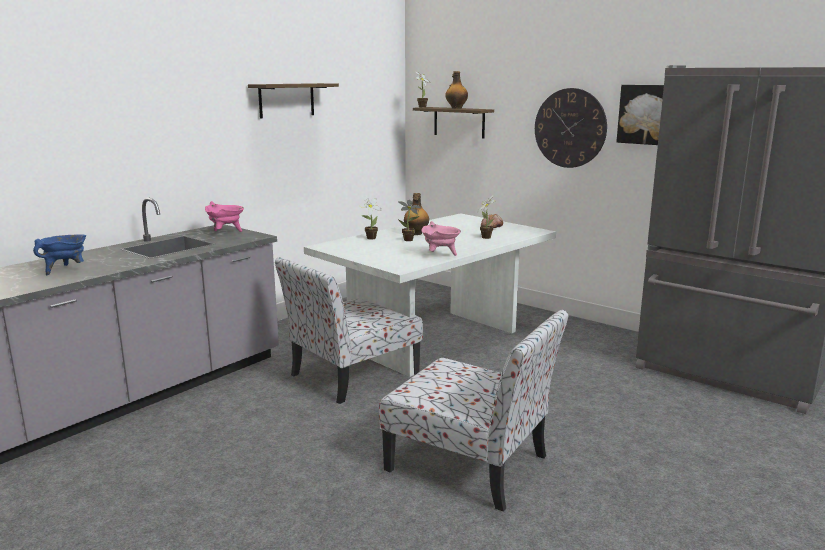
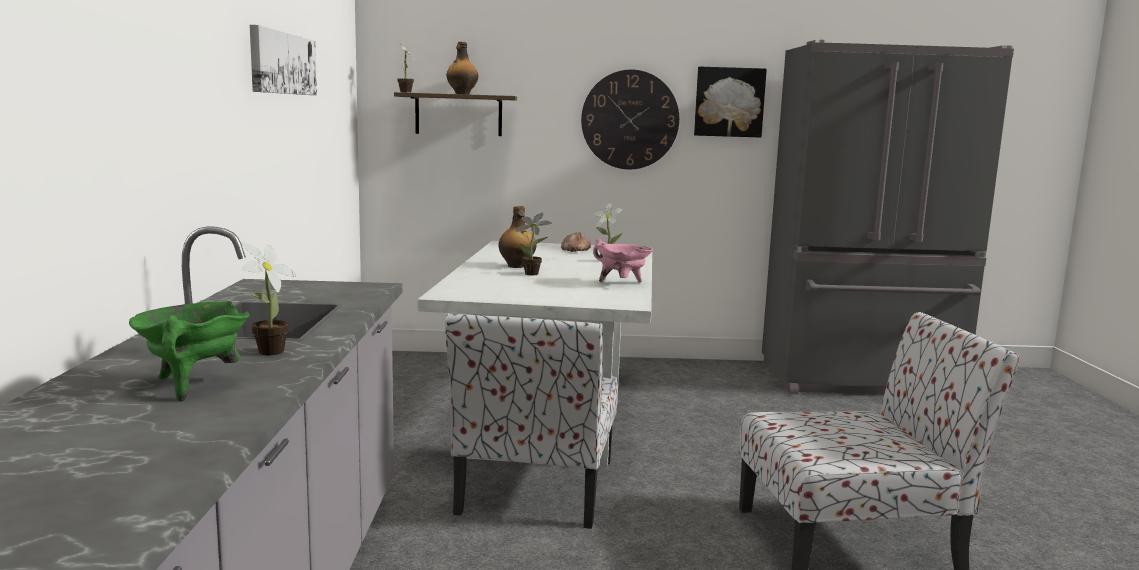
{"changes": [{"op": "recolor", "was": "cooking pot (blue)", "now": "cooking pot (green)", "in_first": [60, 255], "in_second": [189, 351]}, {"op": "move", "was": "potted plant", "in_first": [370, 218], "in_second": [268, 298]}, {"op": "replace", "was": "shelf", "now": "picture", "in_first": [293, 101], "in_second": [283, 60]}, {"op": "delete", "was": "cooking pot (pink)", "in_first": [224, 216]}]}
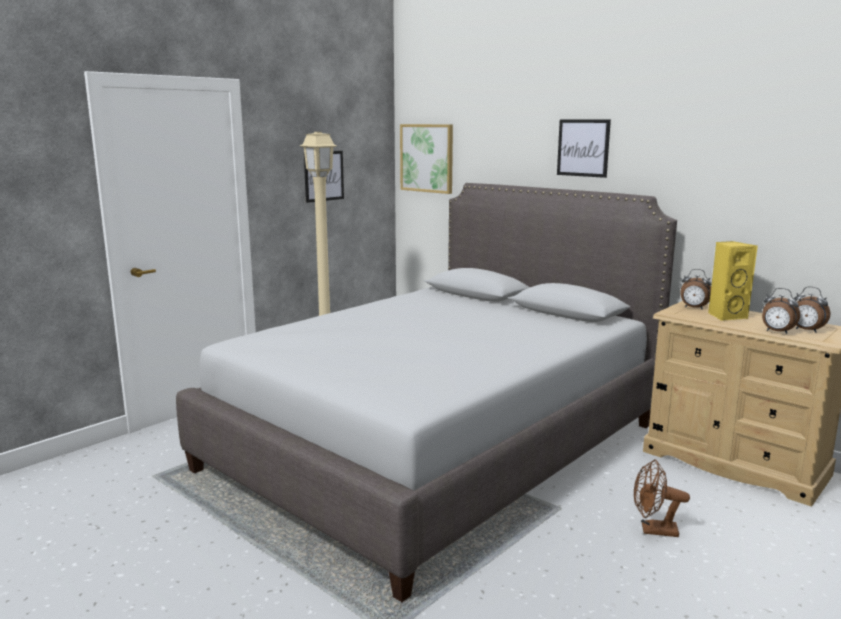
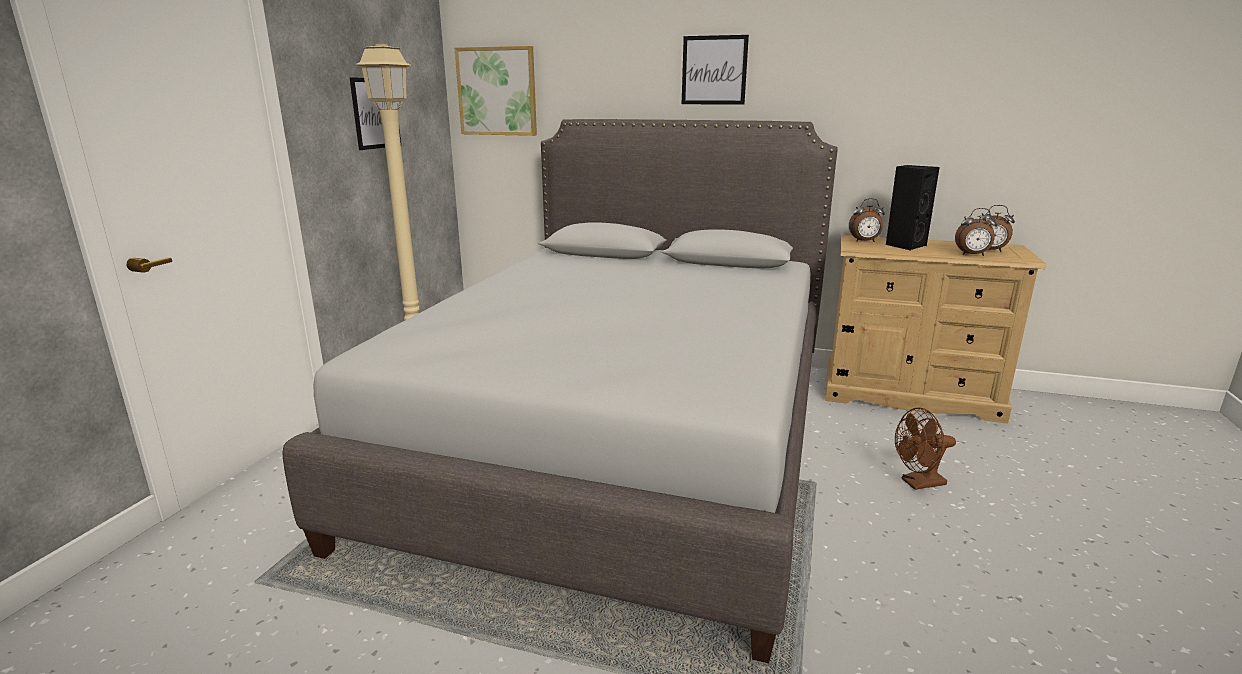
{"changes": [{"op": "recolor", "was": "speaker (yellow)", "now": "speaker (black)", "in_first": [733, 281], "in_second": [913, 208]}]}
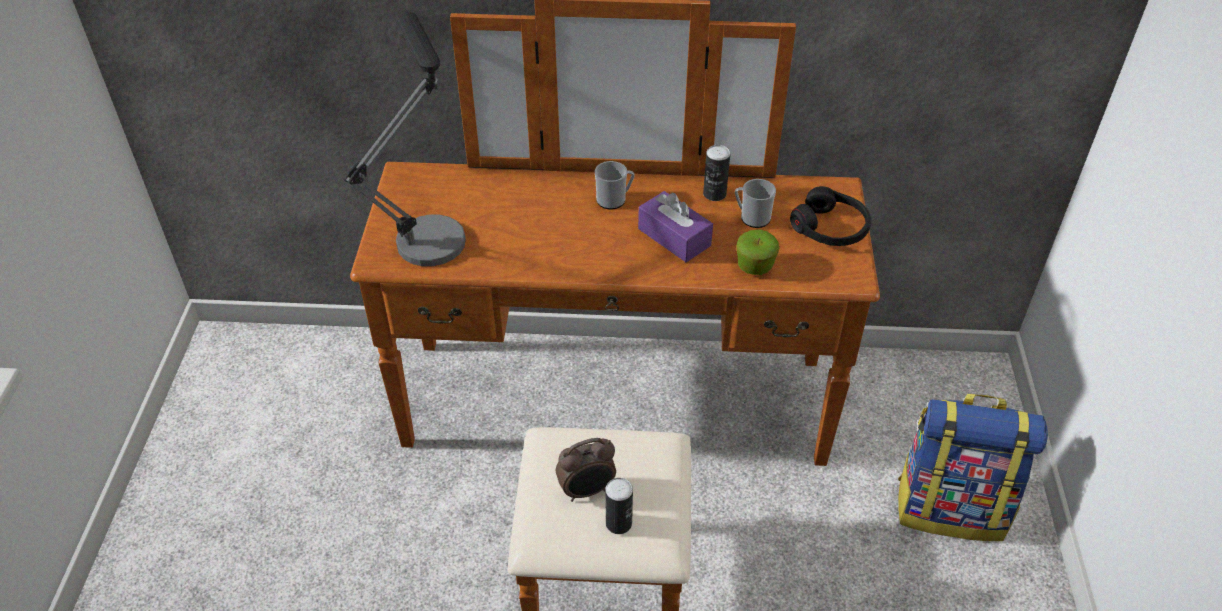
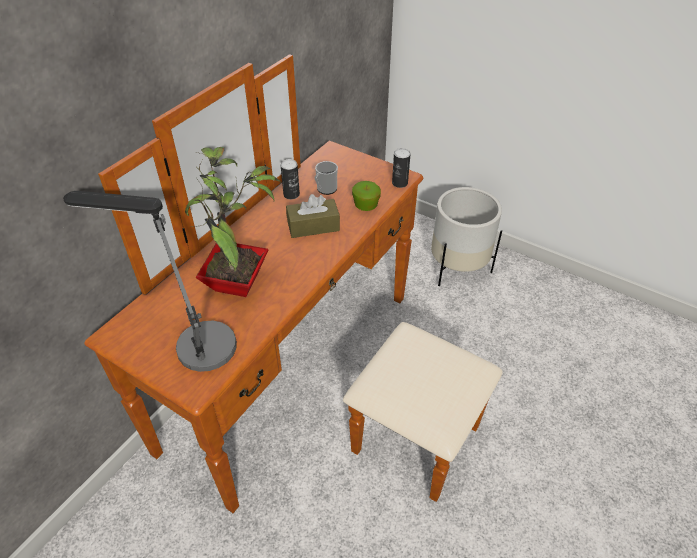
{"changes": [{"op": "insert", "now": "potted plant", "in_second": [232, 222]}, {"op": "recolor", "was": "tissue box (purple)", "now": "tissue box (brown)", "in_first": [675, 226], "in_second": [313, 216]}, {"op": "move", "was": "can", "in_first": [619, 506], "in_second": [401, 168]}, {"op": "replace", "was": "backpack", "now": "planter (white)", "in_first": [973, 467], "in_second": [466, 236]}, {"op": "delete", "was": "alarm clock", "in_first": [586, 470]}, {"op": "delete", "was": "mug", "in_first": [615, 185]}, {"op": "delete", "was": "headphones (black)", "in_first": [830, 216]}]}
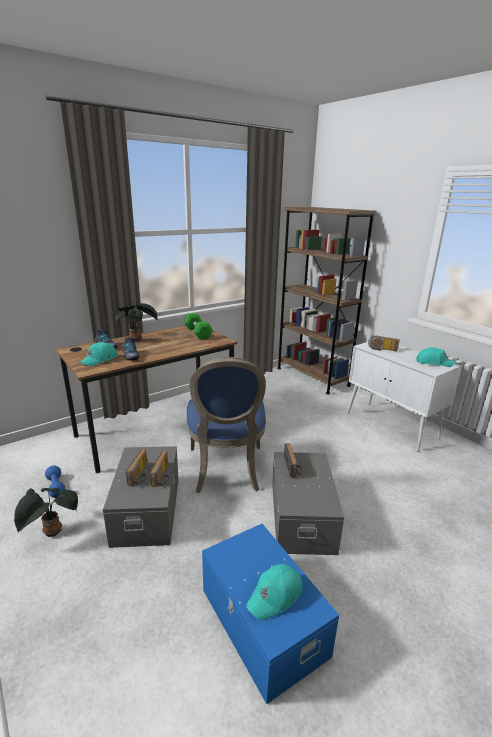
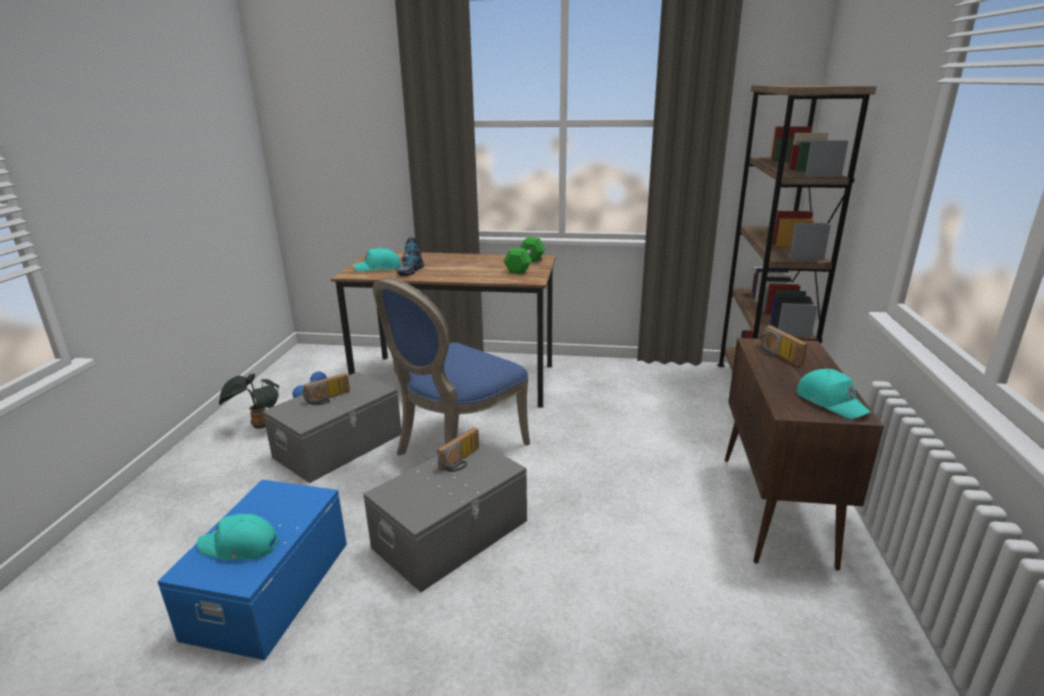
{"changes": [{"op": "recolor", "was": "cabinet (white)", "now": "cabinet (brown)", "in_first": [404, 396], "in_second": [804, 454]}, {"op": "delete", "was": "potted plant", "in_first": [136, 322]}, {"op": "delete", "was": "radio", "in_first": [159, 468]}]}
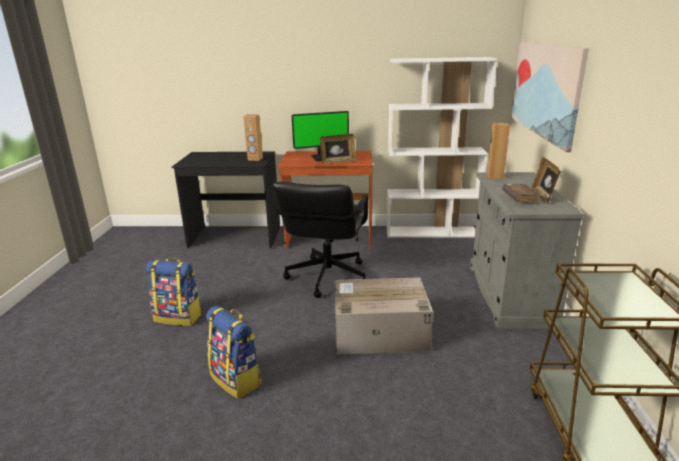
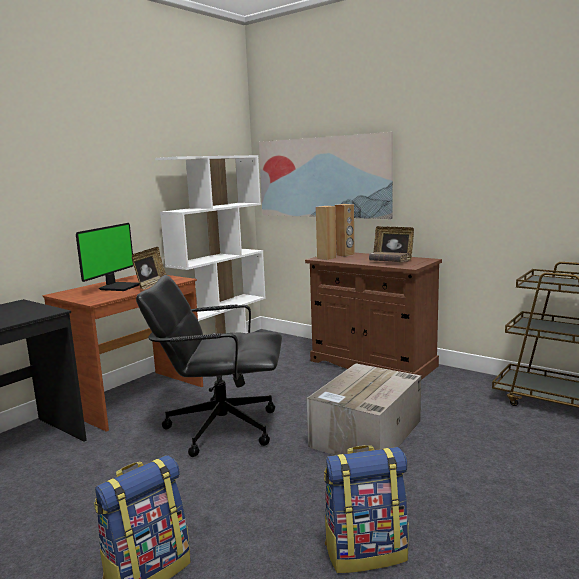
{"changes": [{"op": "rotate", "was": "office chair (black)", "in_first": [320, 240], "in_second": [209, 366], "clockwise": 135}, {"op": "recolor", "was": "cabinet (grey)", "now": "cabinet (brown)", "in_first": [527, 250], "in_second": [373, 316]}, {"op": "move", "was": "speaker (brown)", "in_first": [253, 137], "in_second": [345, 230]}]}
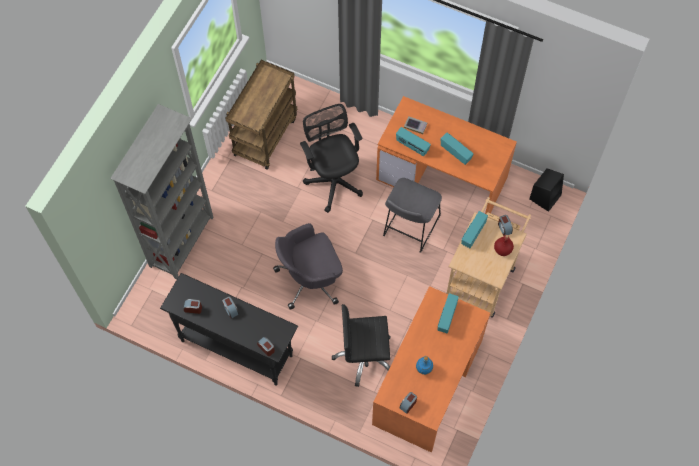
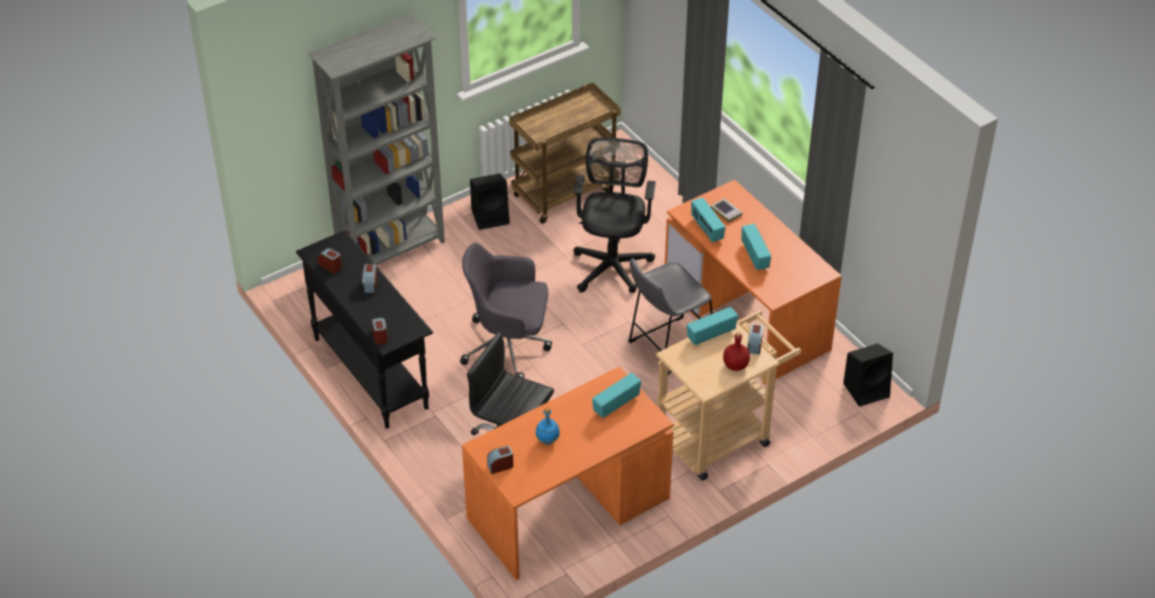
{"changes": [{"op": "insert", "now": "speaker (black)", "in_second": [490, 201]}]}
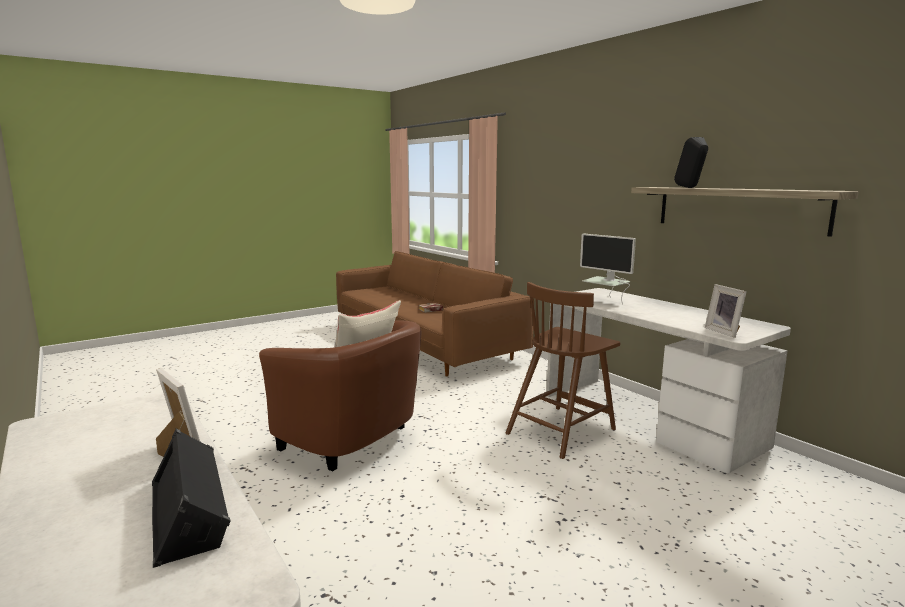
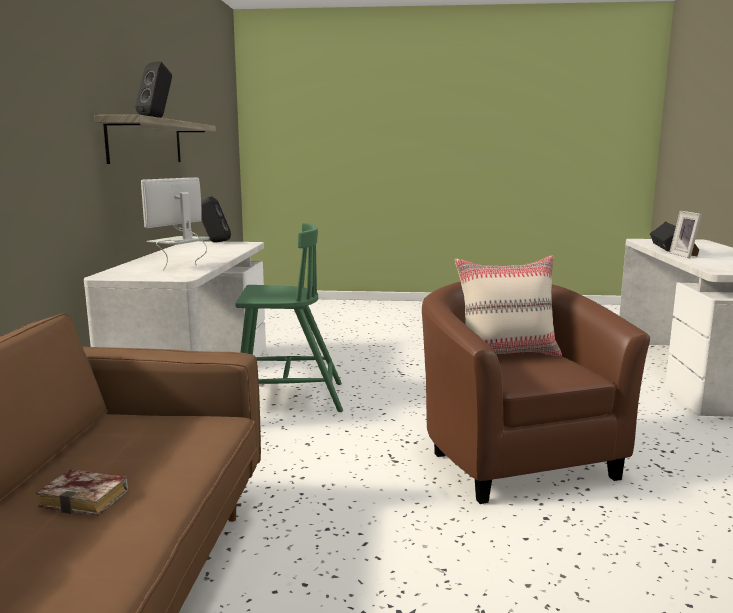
{"changes": [{"op": "rotate", "was": "monitor", "in_first": [608, 269], "in_second": [175, 224], "clockwise": -150}, {"op": "insert", "now": "speaker (black)", "in_second": [216, 219]}, {"op": "recolor", "was": "chair (brown)", "now": "chair (green)", "in_first": [562, 370], "in_second": [289, 317]}, {"op": "delete", "was": "picture frame", "in_first": [726, 311]}]}
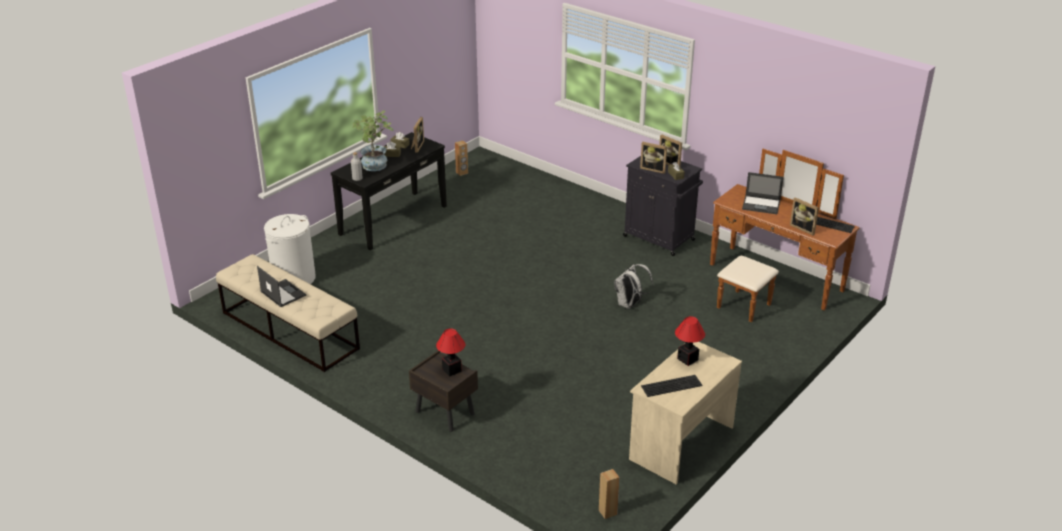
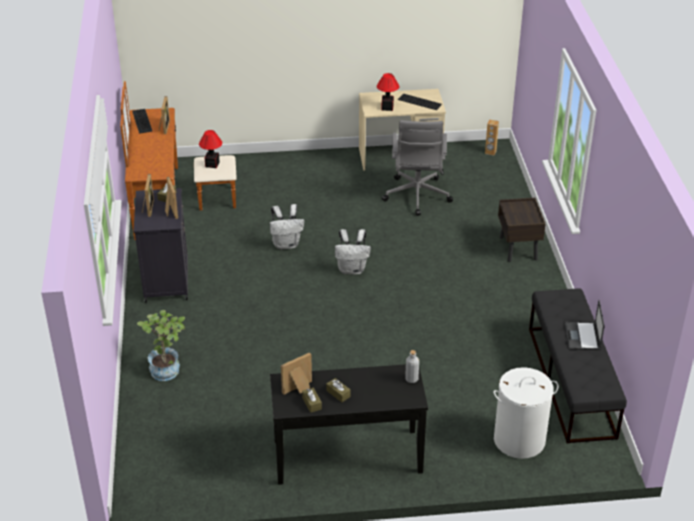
{"changes": [{"op": "move", "was": "potted plant", "in_first": [373, 140], "in_second": [161, 345]}, {"op": "move", "was": "table lamp", "in_first": [450, 352], "in_second": [210, 149]}, {"op": "insert", "now": "backpack (white)", "in_second": [353, 251]}, {"op": "insert", "now": "office chair (grey)", "in_second": [417, 168]}, {"op": "recolor", "was": "bench (beige)", "now": "bench (black)", "in_first": [288, 313], "in_second": [578, 365]}, {"op": "delete", "was": "speaker (brown)", "in_first": [461, 158]}, {"op": "delete", "was": "laptop", "in_first": [762, 193]}]}
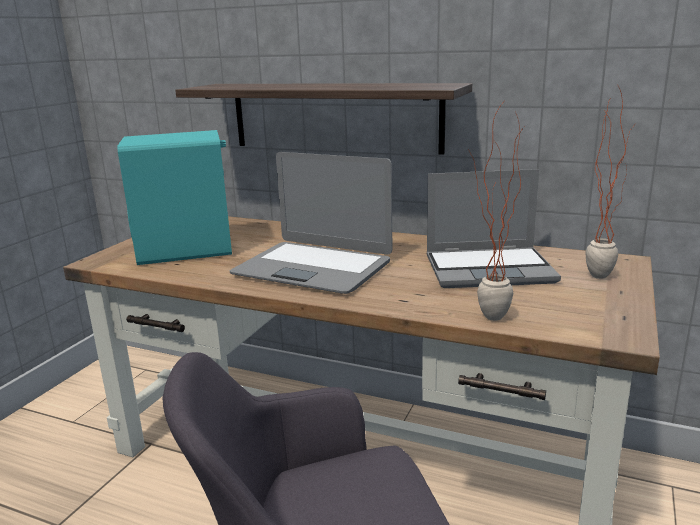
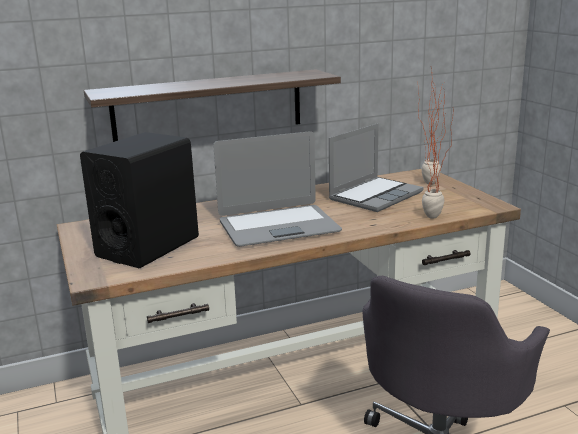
{"changes": [{"op": "recolor", "was": "speaker (turquoise)", "now": "speaker (black)", "in_first": [174, 197], "in_second": [139, 200]}]}
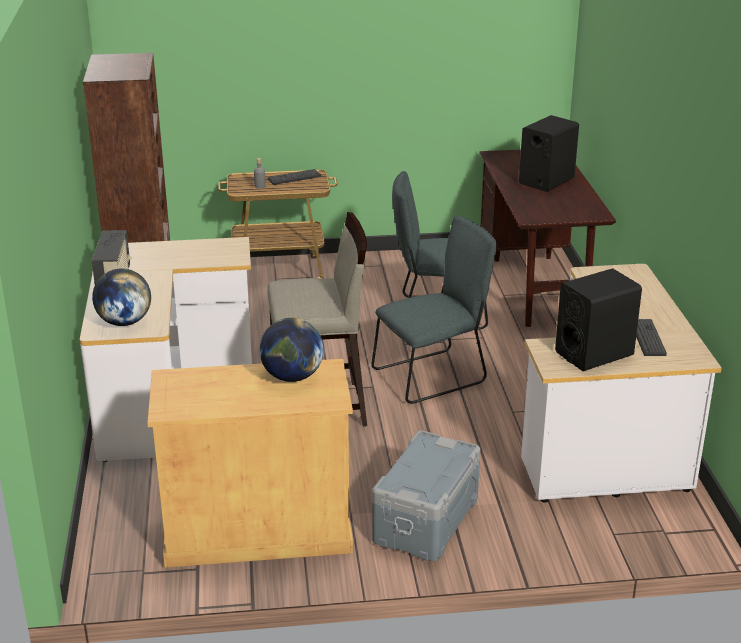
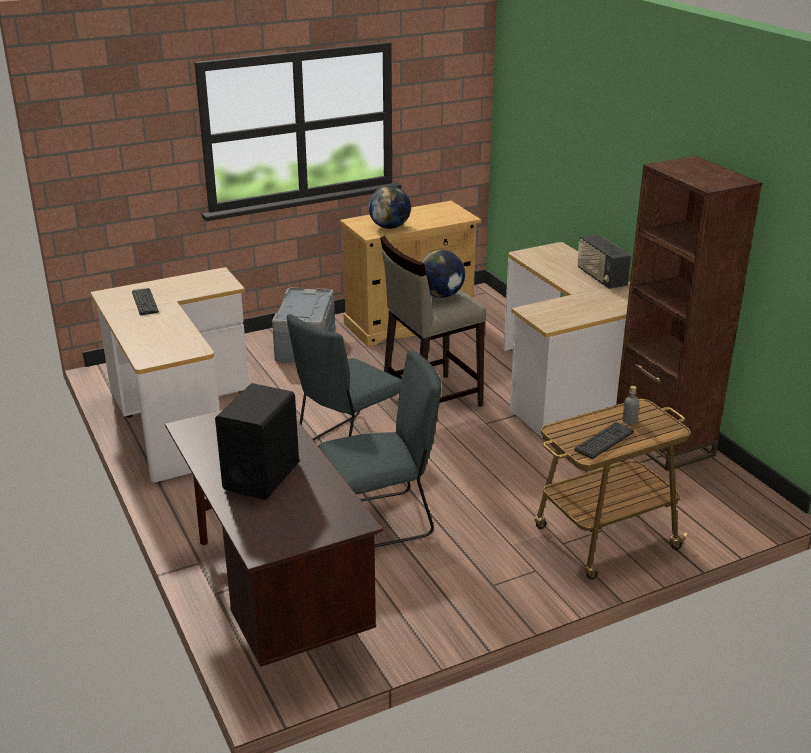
{"changes": [{"op": "move", "was": "globe", "in_first": [121, 297], "in_second": [443, 274]}, {"op": "delete", "was": "speaker (black)", "in_first": [598, 319]}]}
